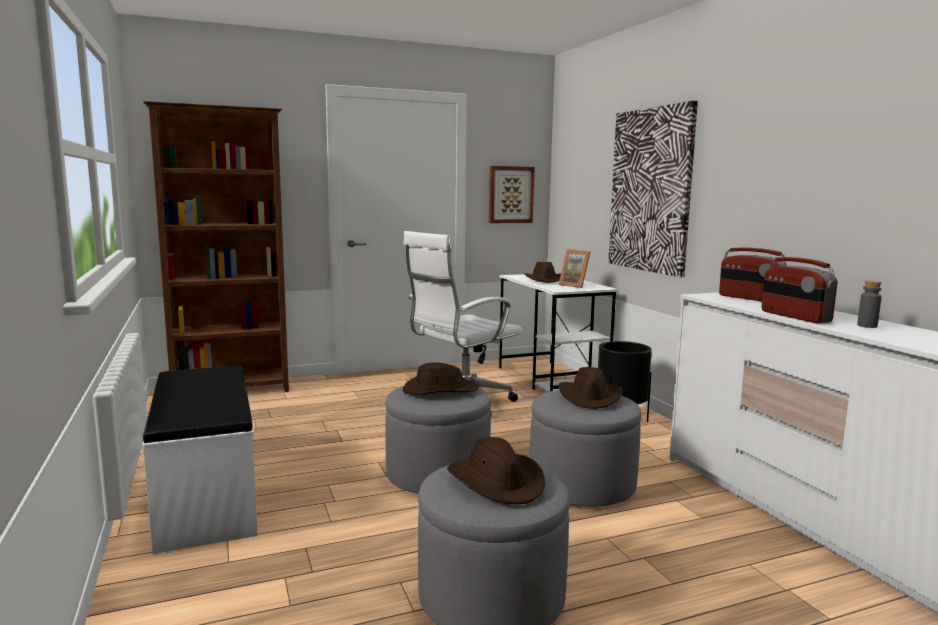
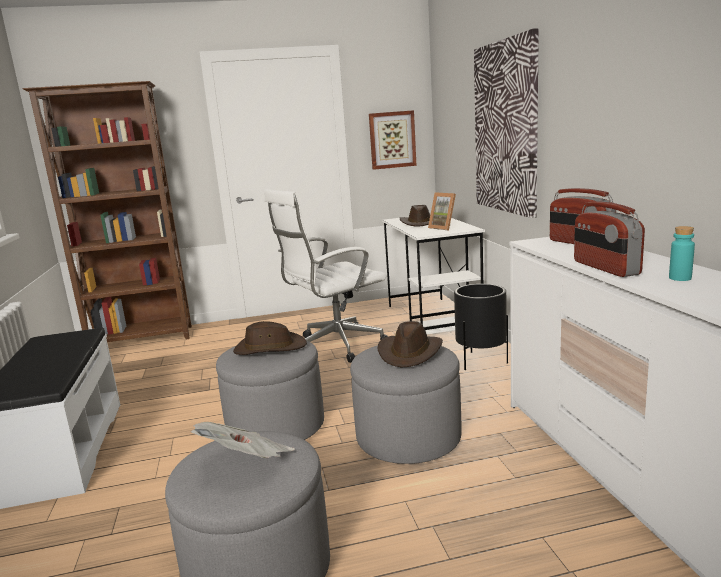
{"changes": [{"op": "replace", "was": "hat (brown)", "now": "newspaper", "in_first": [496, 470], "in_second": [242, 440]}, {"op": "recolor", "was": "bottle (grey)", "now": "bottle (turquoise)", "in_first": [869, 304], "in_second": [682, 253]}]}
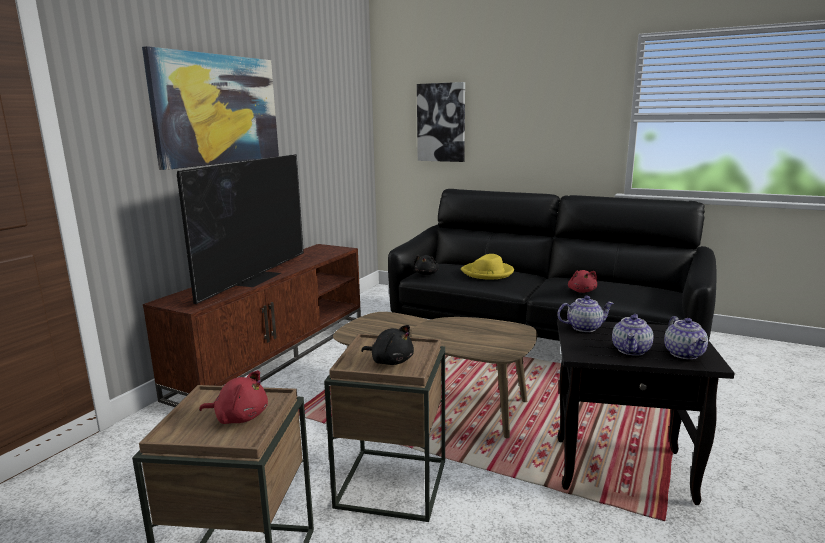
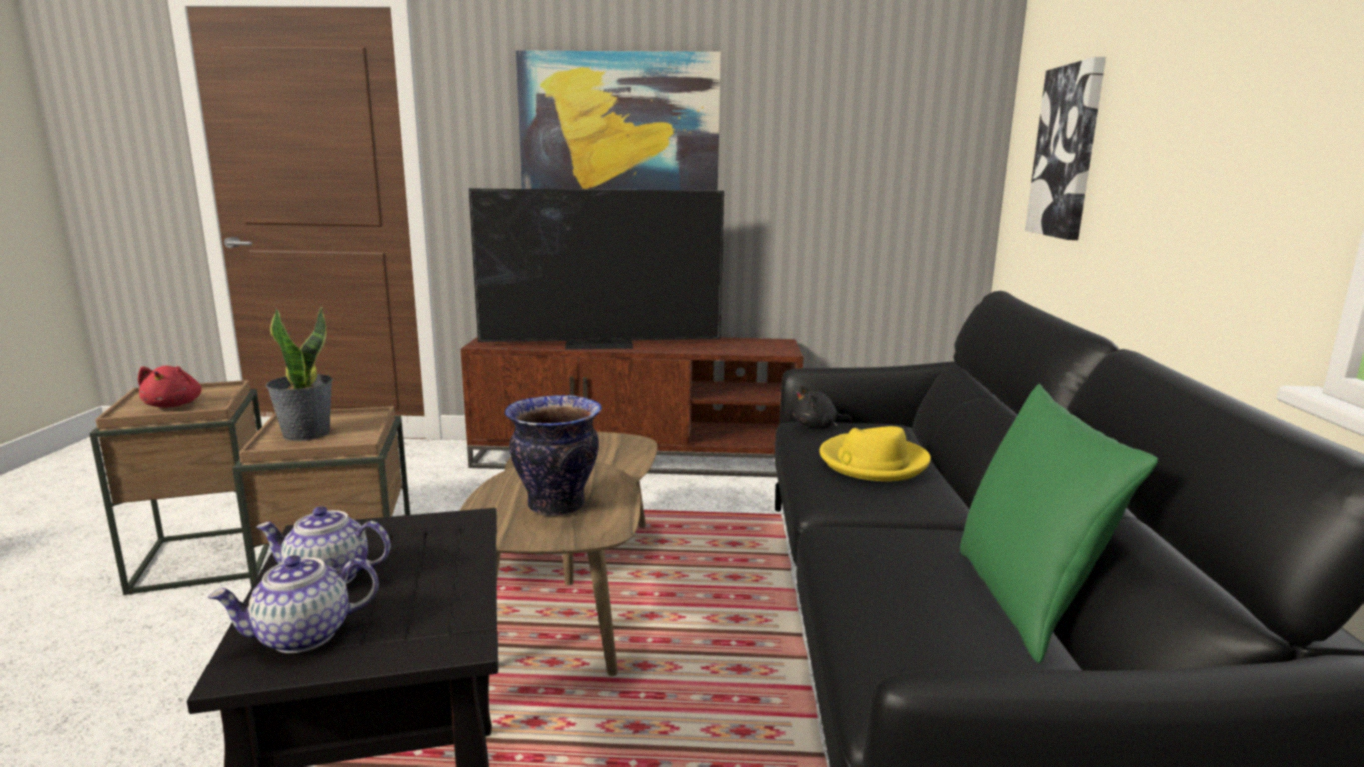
{"changes": [{"op": "replace", "was": "plush toy (black)", "now": "potted plant", "in_first": [387, 345], "in_second": [299, 374]}, {"op": "insert", "now": "vase", "in_second": [553, 455]}, {"op": "insert", "now": "pillow (green)", "in_second": [1059, 523]}, {"op": "delete", "was": "teapot", "in_first": [585, 314]}, {"op": "delete", "was": "plush toy (red)", "in_first": [582, 281]}]}
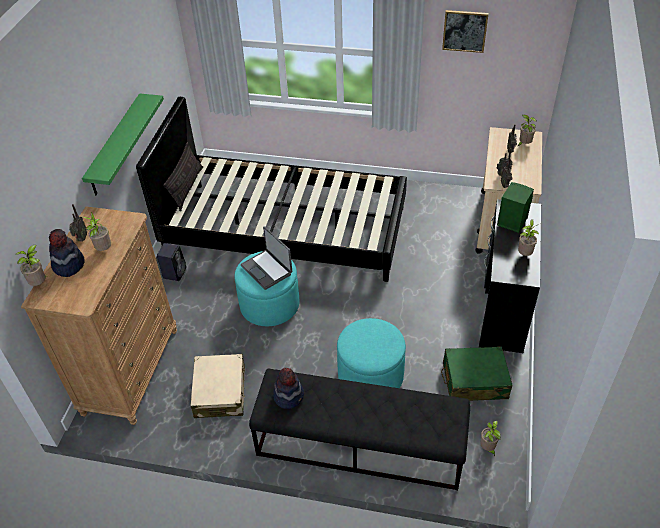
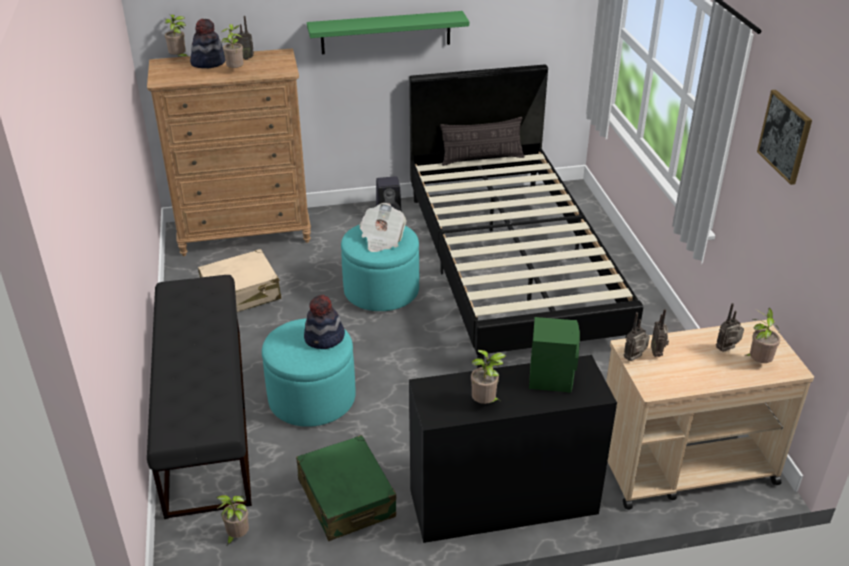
{"changes": [{"op": "move", "was": "hat", "in_first": [288, 388], "in_second": [324, 322]}, {"op": "replace", "was": "laptop", "now": "newspaper", "in_first": [266, 258], "in_second": [383, 227]}]}
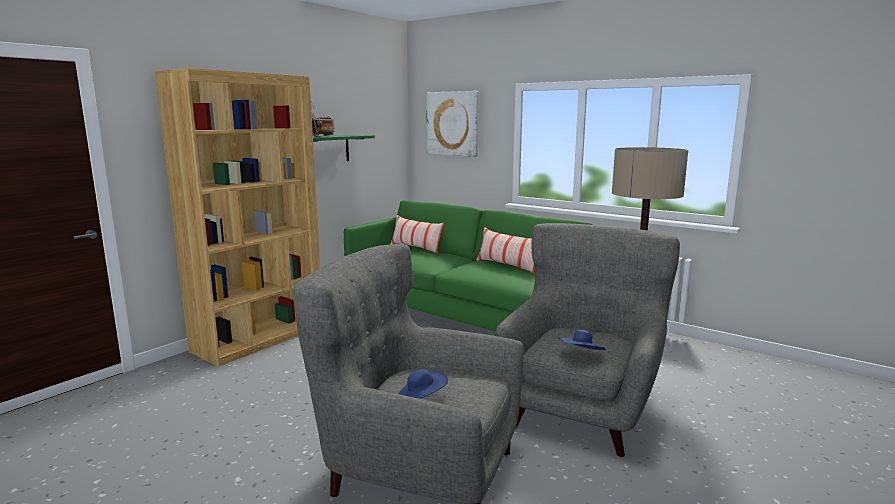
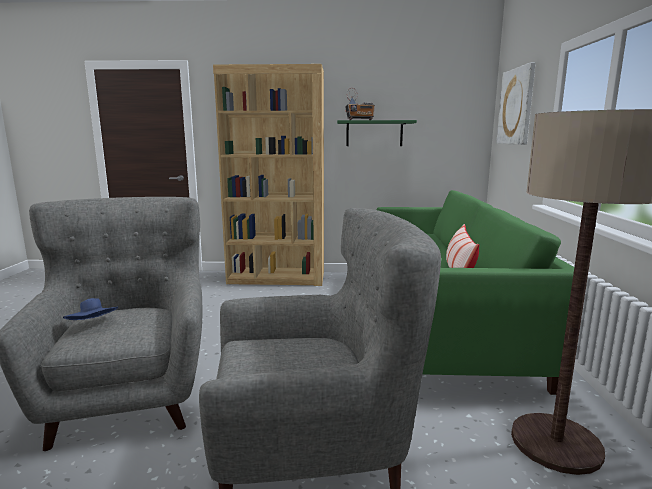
{"changes": [{"op": "delete", "was": "pillow", "in_first": [417, 234]}, {"op": "delete", "was": "hat (blue)", "in_first": [582, 340]}]}
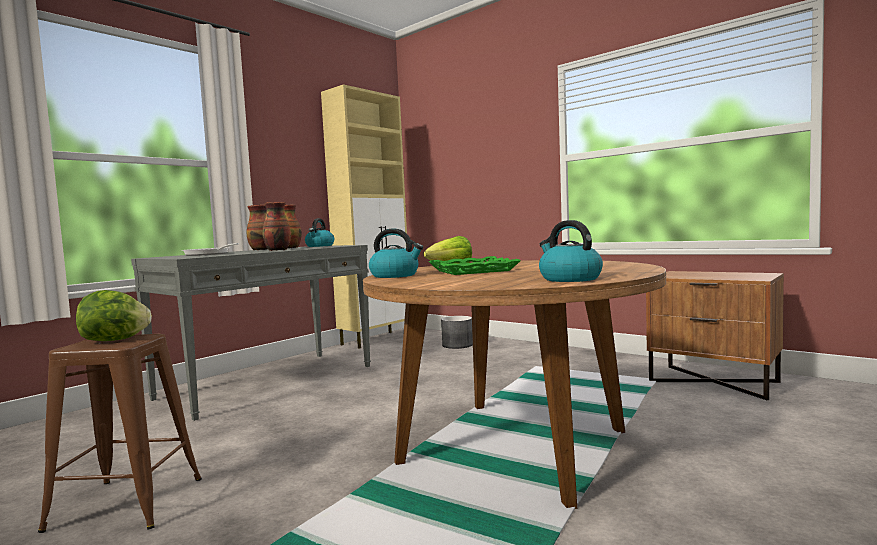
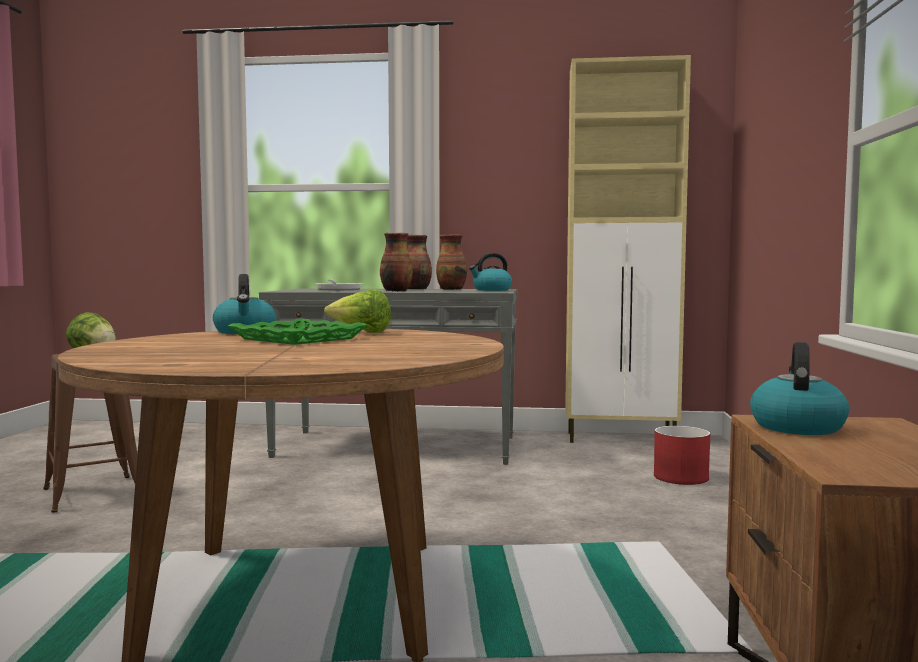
{"changes": [{"op": "recolor", "was": "planter (grey)", "now": "planter (red)", "in_first": [457, 332], "in_second": [682, 455]}, {"op": "move", "was": "kettle", "in_first": [571, 251], "in_second": [799, 388]}]}
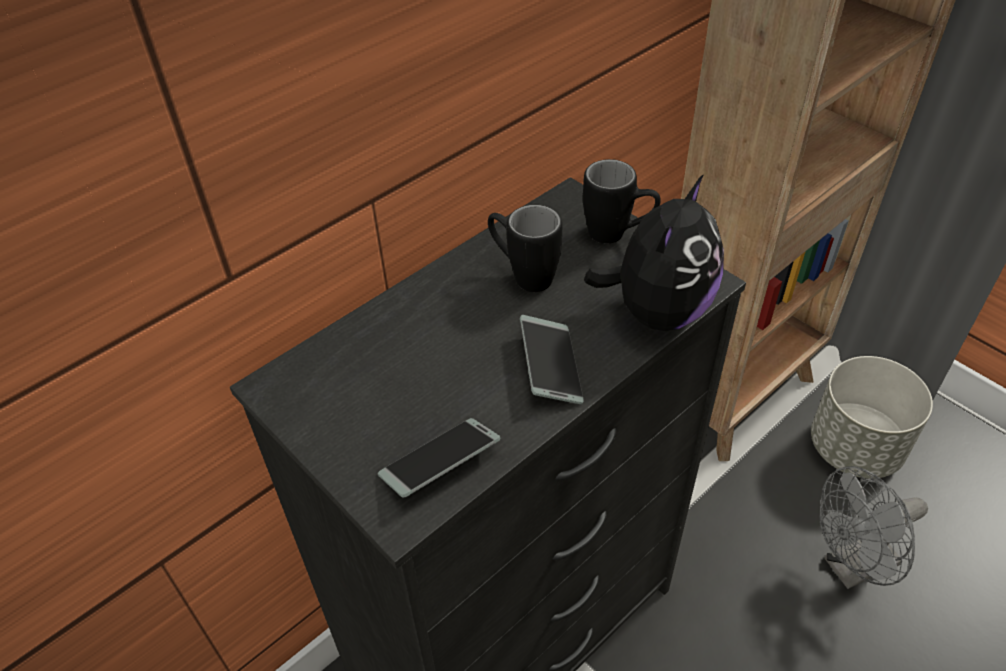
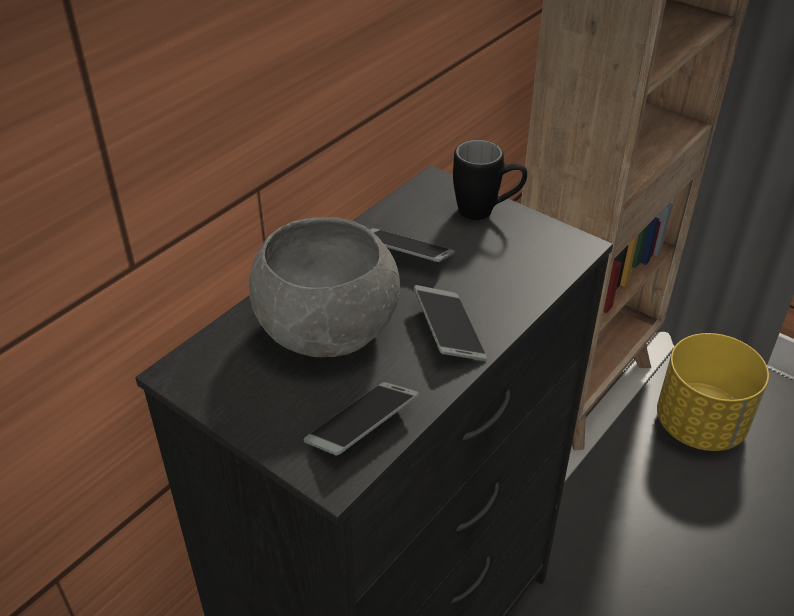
{"changes": [{"op": "insert", "now": "bowl (grey)", "in_second": [324, 287]}, {"op": "replace", "was": "mug (black)", "now": "phone", "in_first": [525, 248], "in_second": [412, 245]}, {"op": "recolor", "was": "planter (grey)", "now": "planter (yellow)", "in_first": [872, 417], "in_second": [713, 392]}, {"op": "delete", "was": "plush toy", "in_first": [654, 252]}, {"op": "delete", "was": "fan (grey)", "in_first": [873, 527]}]}
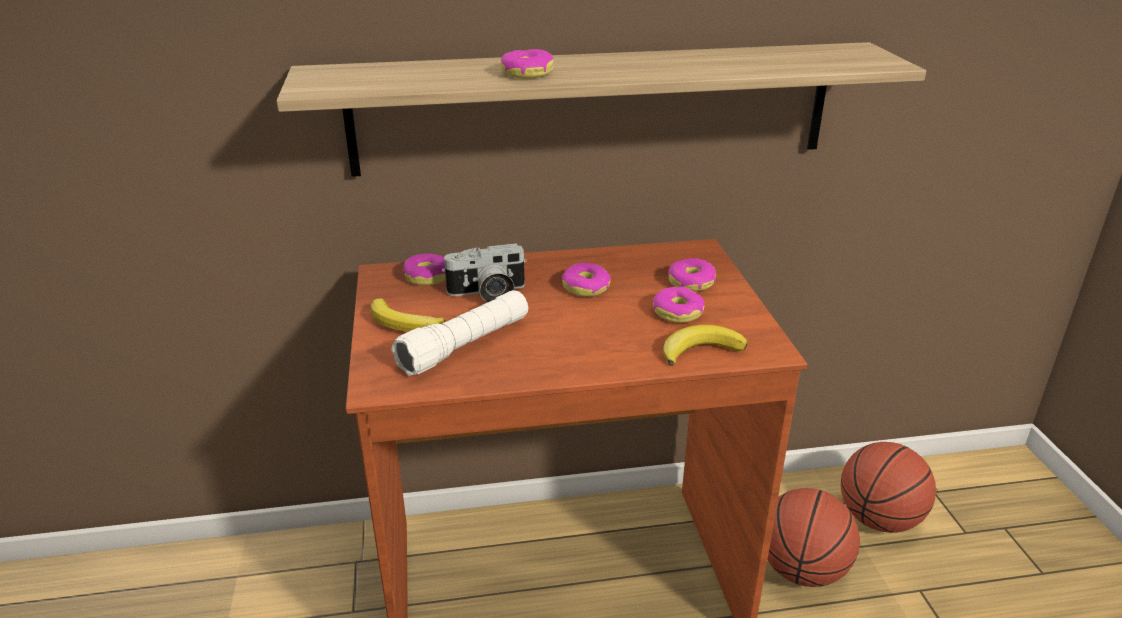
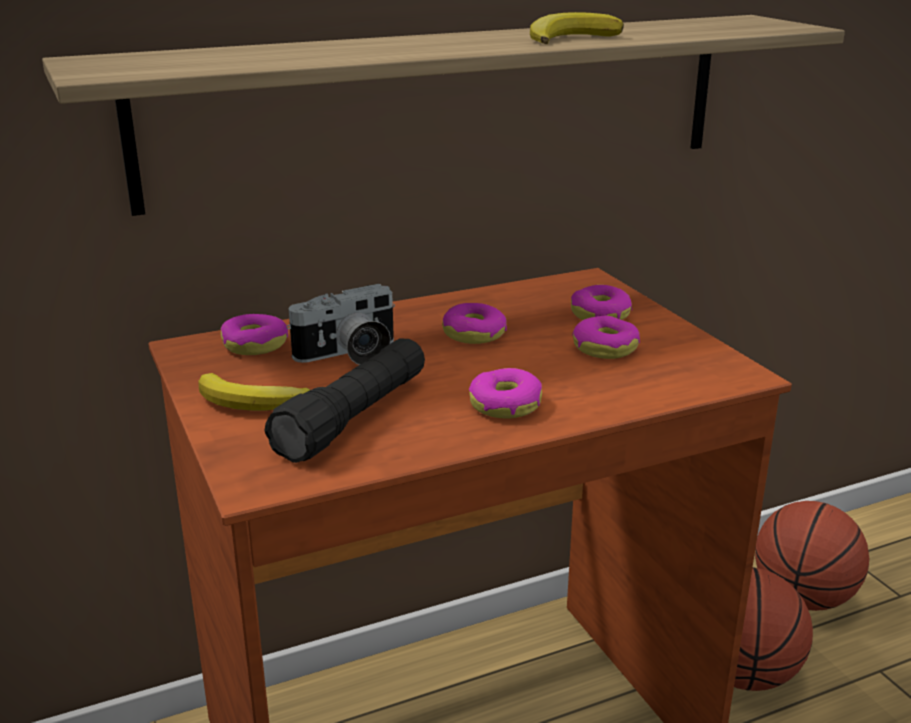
{"changes": [{"op": "recolor", "was": "flashlight (white)", "now": "flashlight (black)", "in_first": [459, 333], "in_second": [345, 401]}, {"op": "move", "was": "donut", "in_first": [527, 63], "in_second": [505, 393]}, {"op": "move", "was": "banana", "in_first": [705, 345], "in_second": [577, 28]}]}
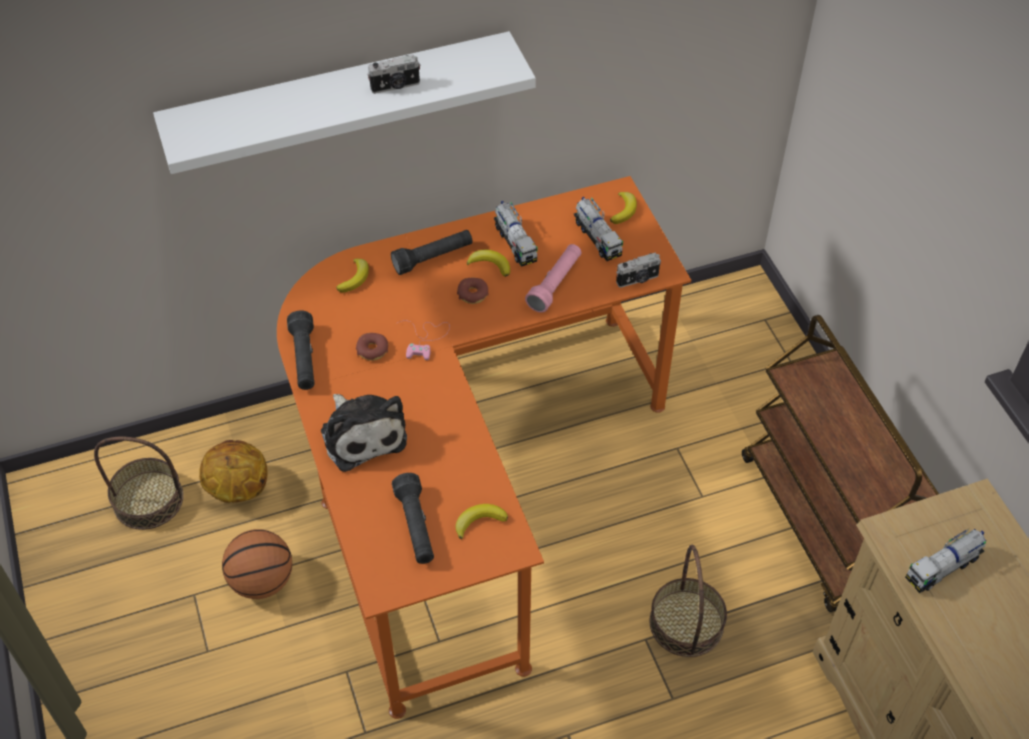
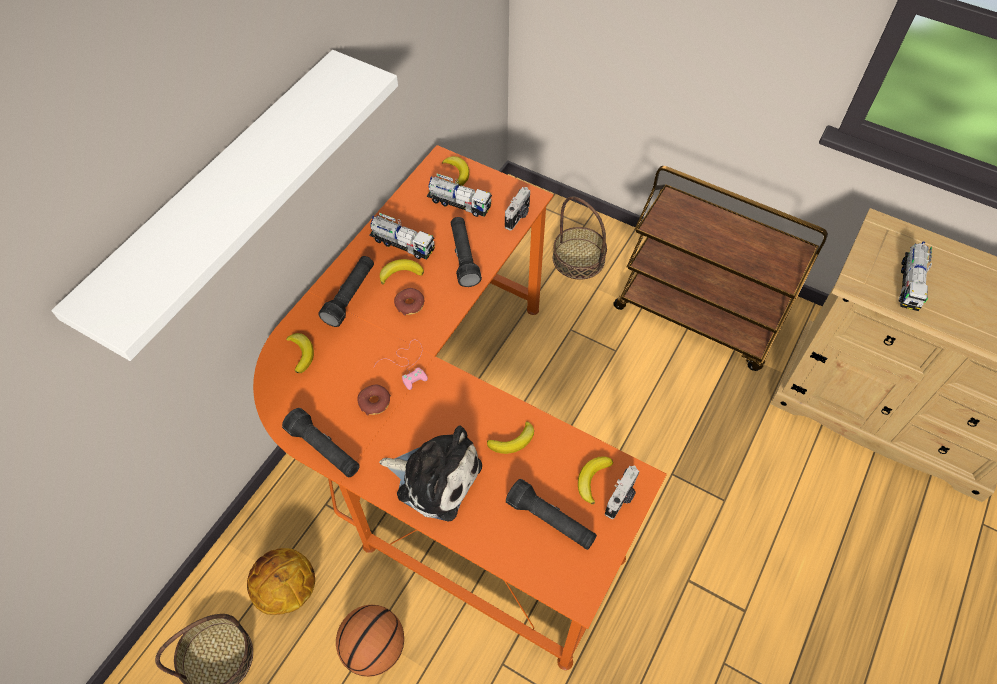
{"changes": [{"op": "recolor", "was": "flashlight (pink)", "now": "flashlight (black)", "in_first": [553, 278], "in_second": [466, 252]}, {"op": "insert", "now": "banana", "in_second": [510, 437]}, {"op": "move", "was": "basket", "in_first": [688, 601], "in_second": [580, 238]}, {"op": "move", "was": "photo camera", "in_first": [393, 74], "in_second": [622, 492]}]}
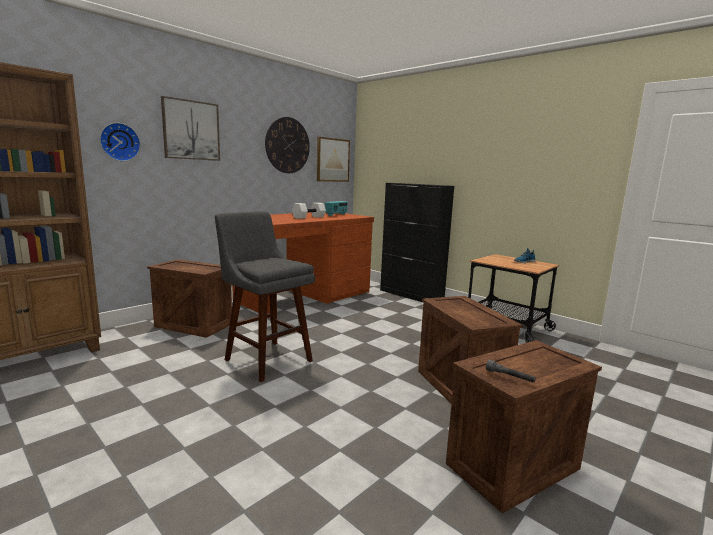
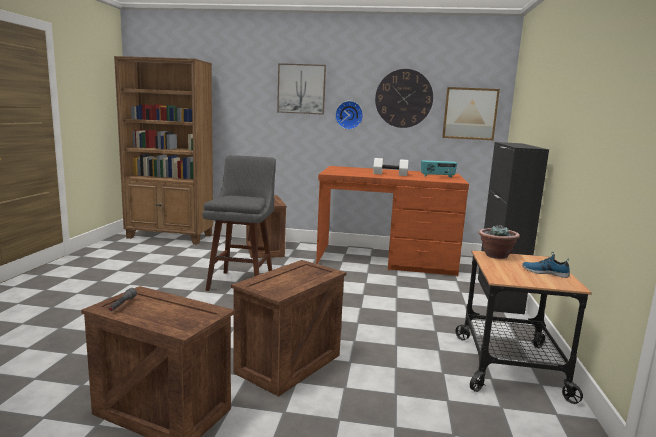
{"changes": [{"op": "move", "was": "wall clock", "in_first": [120, 142], "in_second": [349, 115]}, {"op": "insert", "now": "potted plant", "in_second": [499, 242]}]}
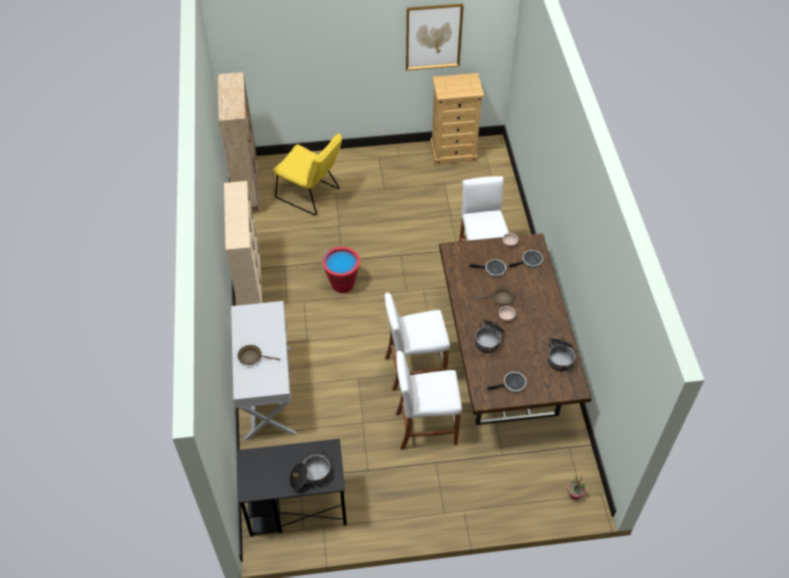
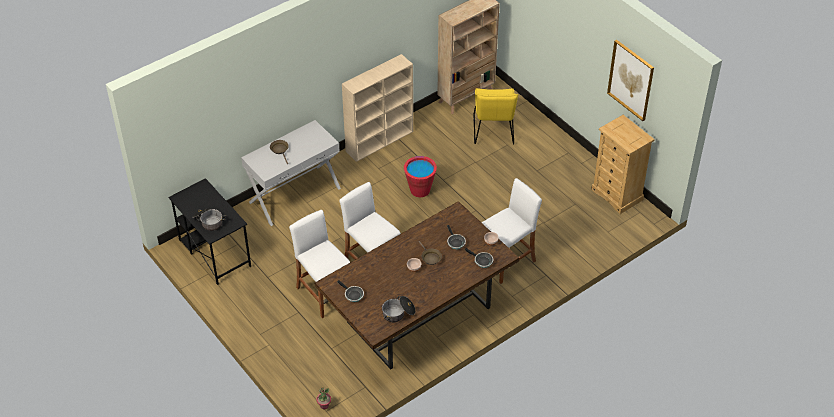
{"changes": [{"op": "delete", "was": "cooking pot", "in_first": [490, 336]}]}
